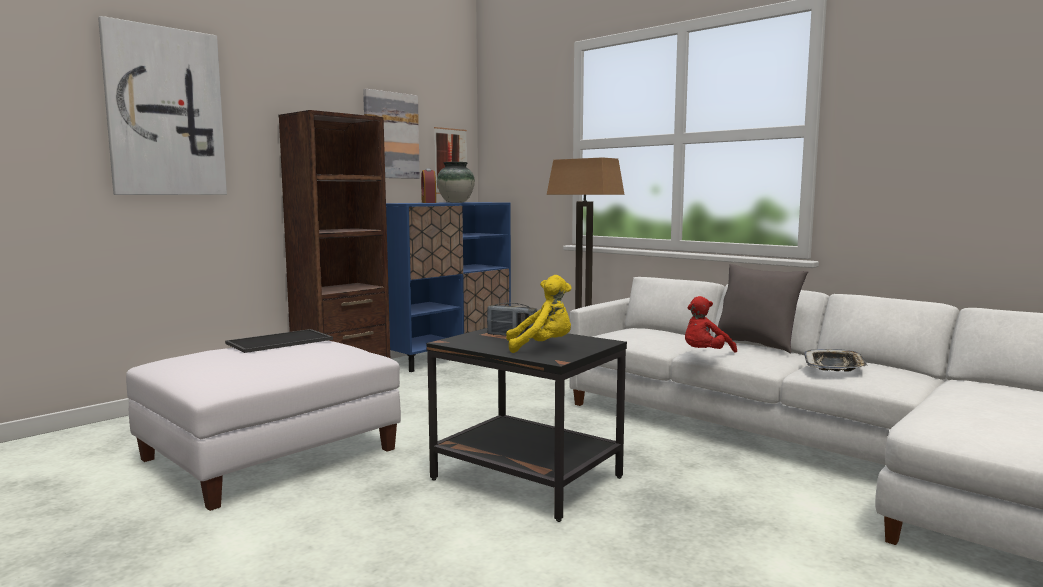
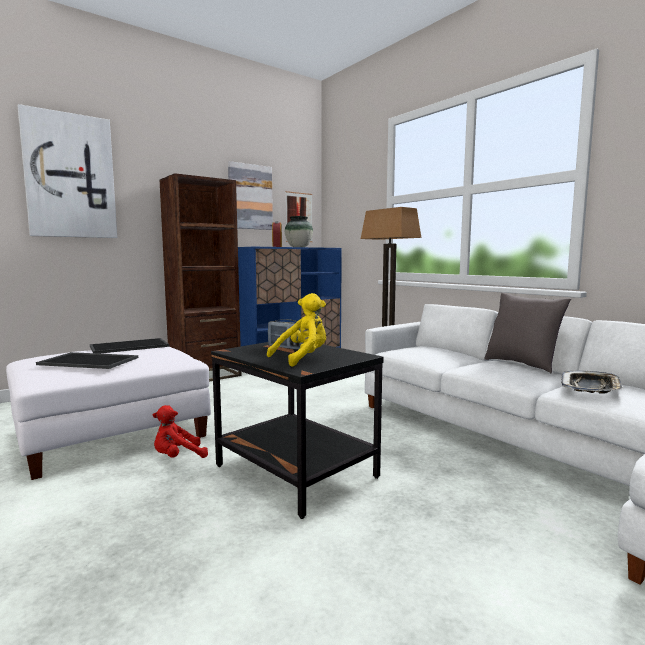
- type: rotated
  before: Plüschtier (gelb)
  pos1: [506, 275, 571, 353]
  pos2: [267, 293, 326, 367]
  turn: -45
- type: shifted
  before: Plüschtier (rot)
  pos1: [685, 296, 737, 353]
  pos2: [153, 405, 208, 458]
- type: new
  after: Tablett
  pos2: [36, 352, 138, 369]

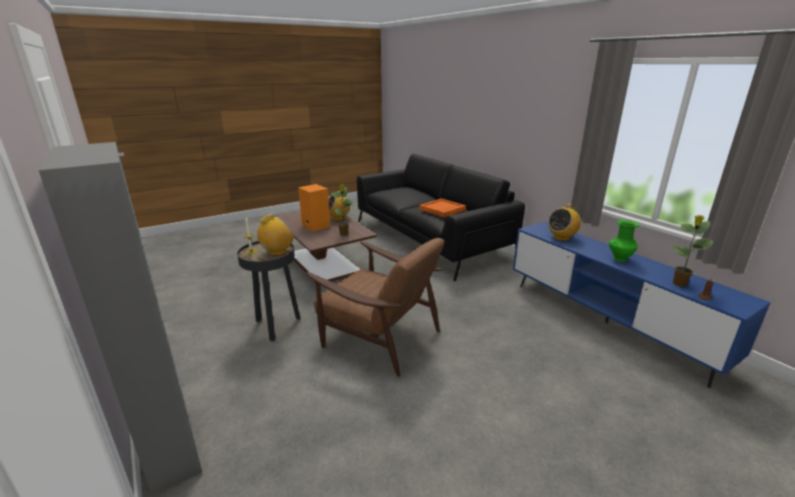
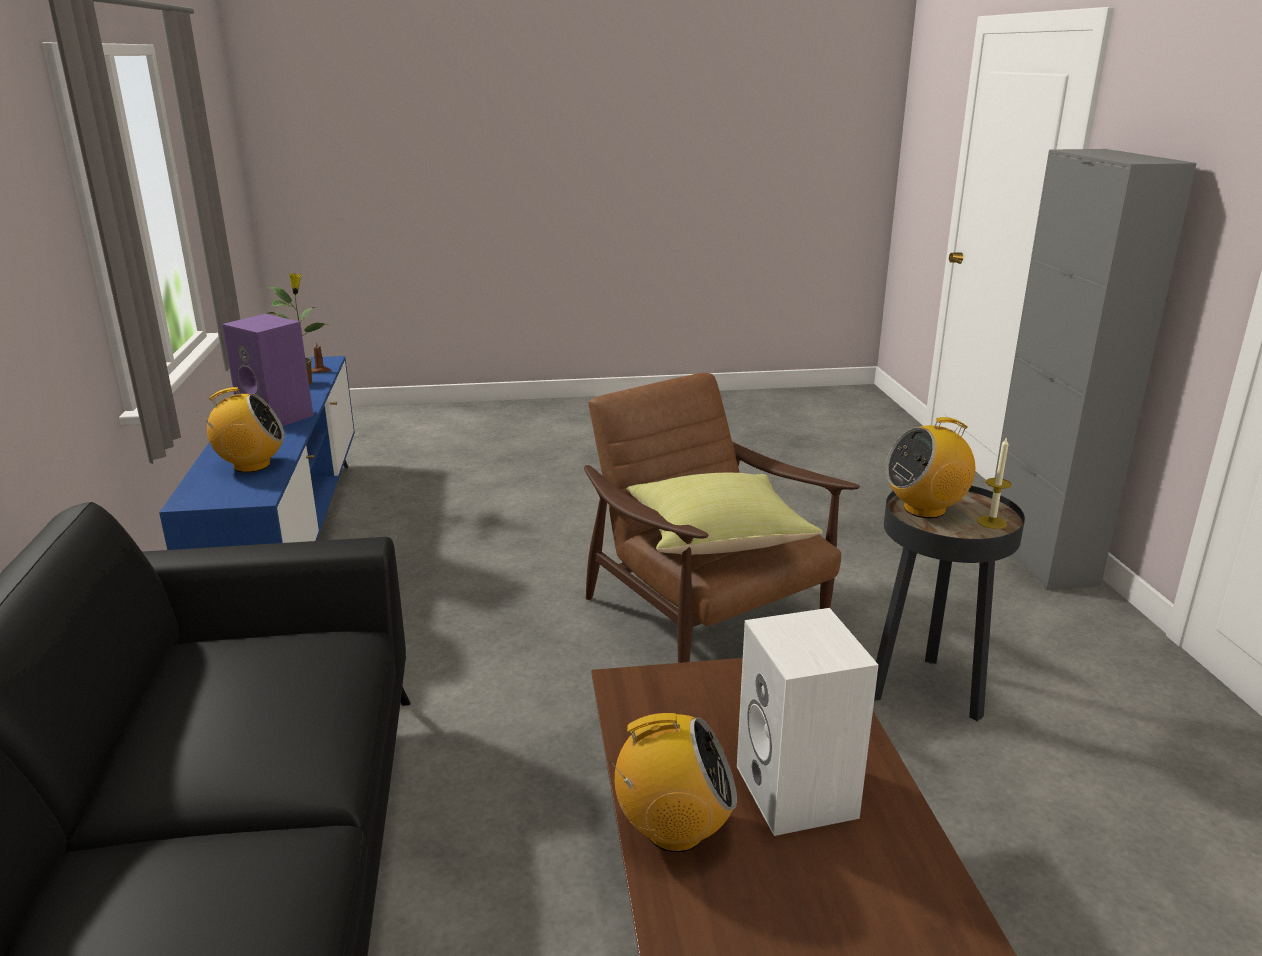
- type: repainted
  before: Lautsprecher (orange)
  after: Lautsprecher (weiß)
  pos1: [298, 184, 330, 231]
  pos2: [737, 608, 879, 836]
- type: gone
  before: Topfpflanze
  pos1: [331, 184, 352, 236]
- type: gone
  before: Tablett (orange)
  pos1: [419, 198, 466, 217]
- type: swapped
  before: Vase (grün)
  after: Lautsprecher (lila)
  pos1: [609, 220, 640, 262]
  pos2: [222, 314, 313, 426]
- type: new
  after: Kissen (gelb)
  pos2: [627, 473, 823, 555]

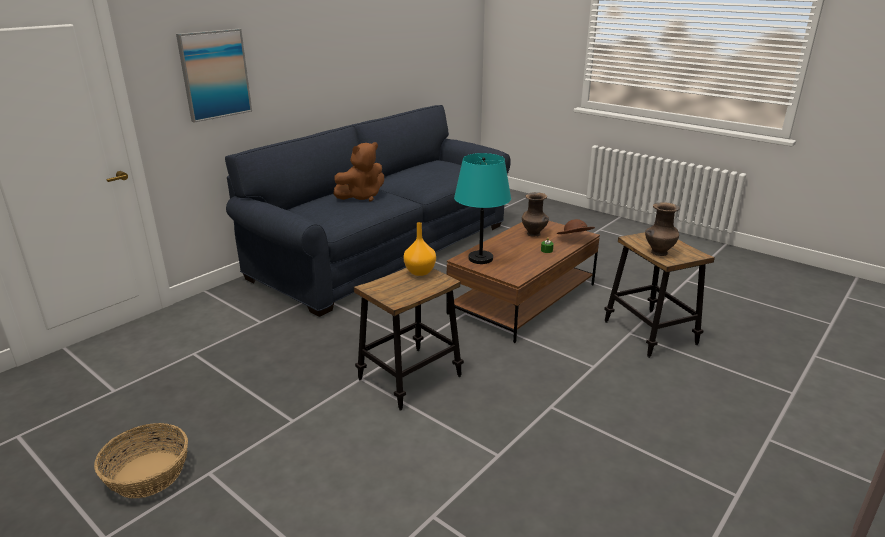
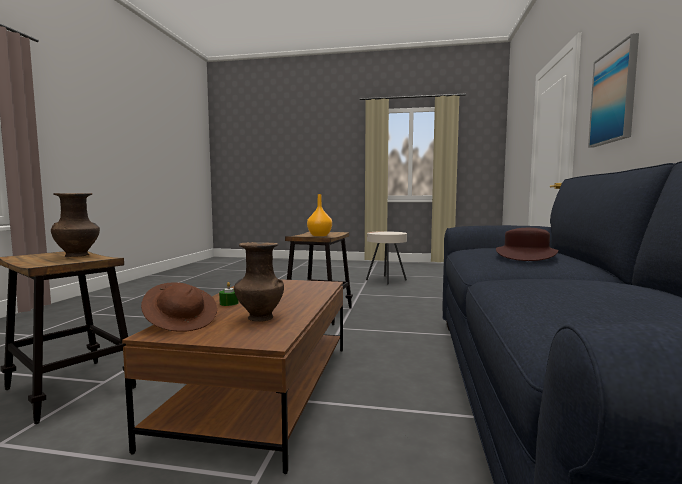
- type: swapped
  before: Plüschtier (braun)
  after: Hut (braun)
  pos1: [333, 142, 384, 202]
  pos2: [496, 228, 558, 261]
- type: gone
  before: Tischlampe (türkis)
  pos1: [454, 153, 511, 264]
- type: swapped
  before: Korb
  after: Beistelltisch (beige)
  pos1: [94, 423, 188, 498]
  pos2: [366, 231, 407, 285]

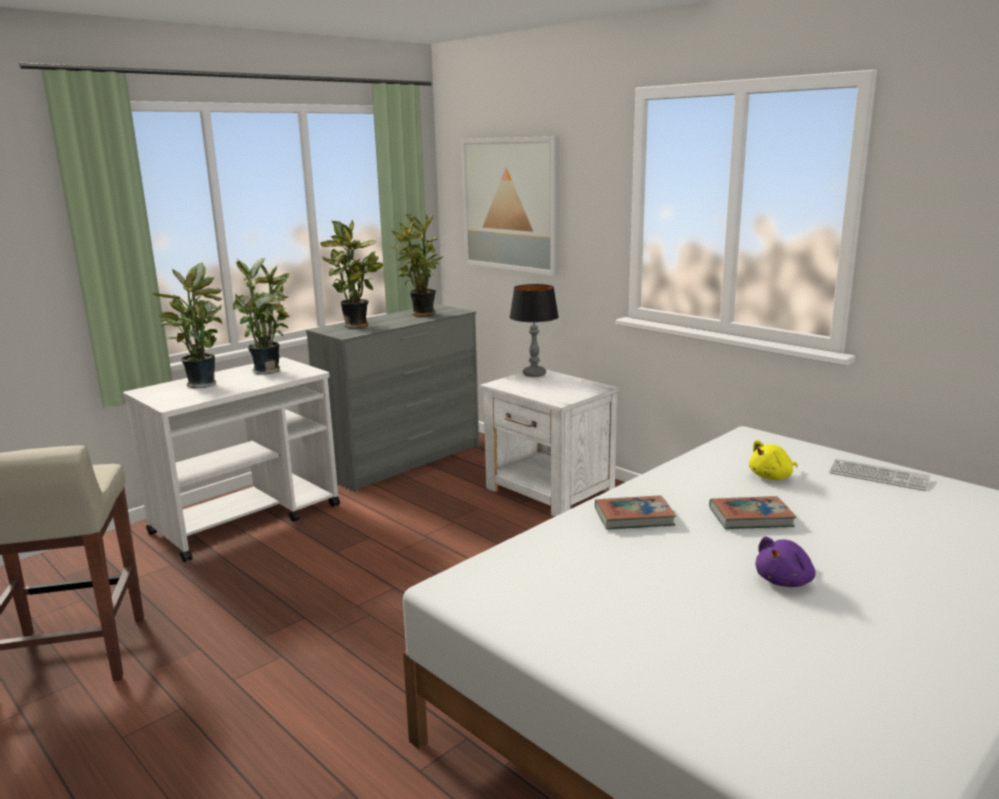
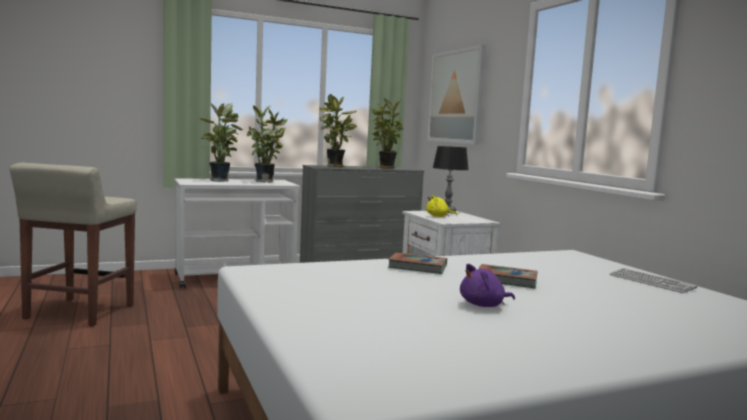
- type: shifted
  before: Plüschtier (gelb)
  pos1: [749, 440, 798, 480]
  pos2: [426, 195, 457, 217]

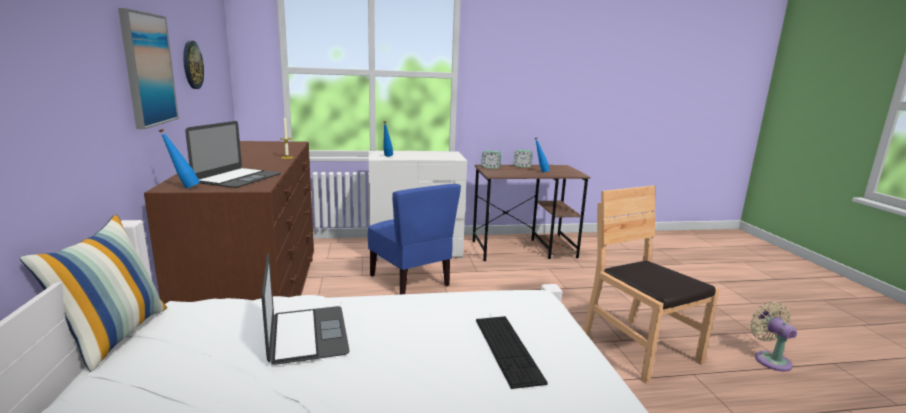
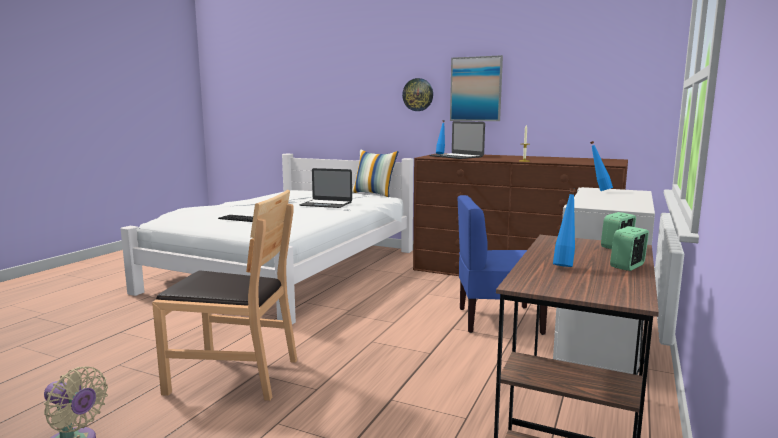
- type: shifted
  before: Wanduhr
  pos1: [183, 41, 204, 89]
  pos2: [402, 78, 433, 111]

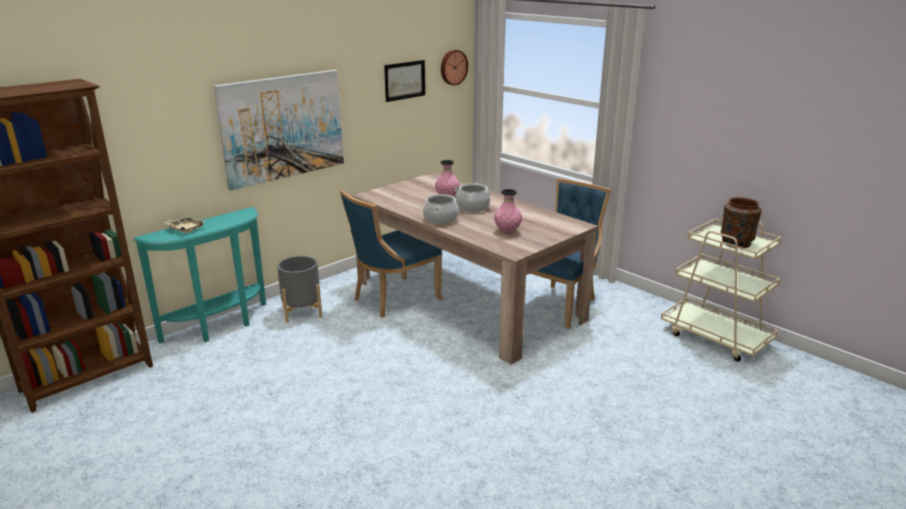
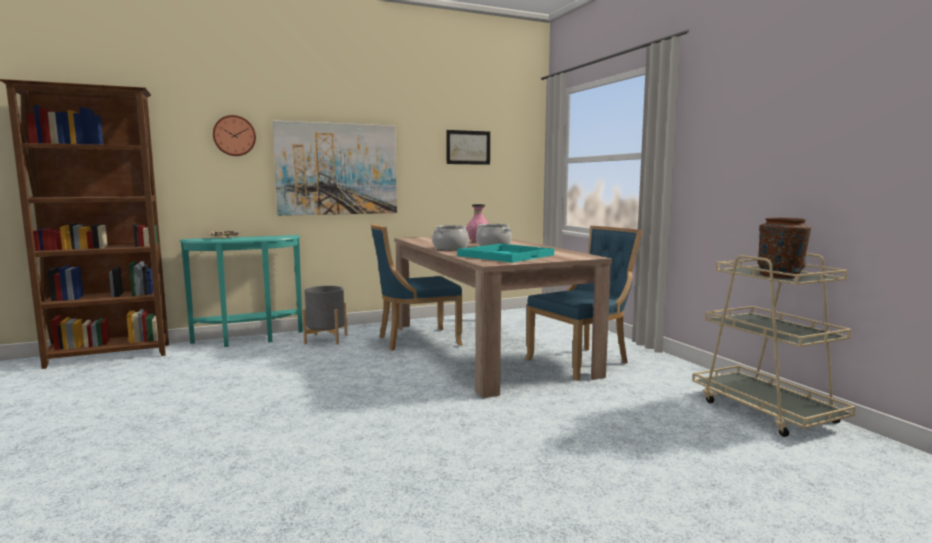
- type: shifted
  before: Wanduhr
  pos1: [441, 50, 468, 85]
  pos2: [213, 115, 256, 156]
- type: swapped
  before: Vase (rosa)
  after: Tablett (türkis)
  pos1: [494, 189, 522, 232]
  pos2: [457, 244, 554, 263]

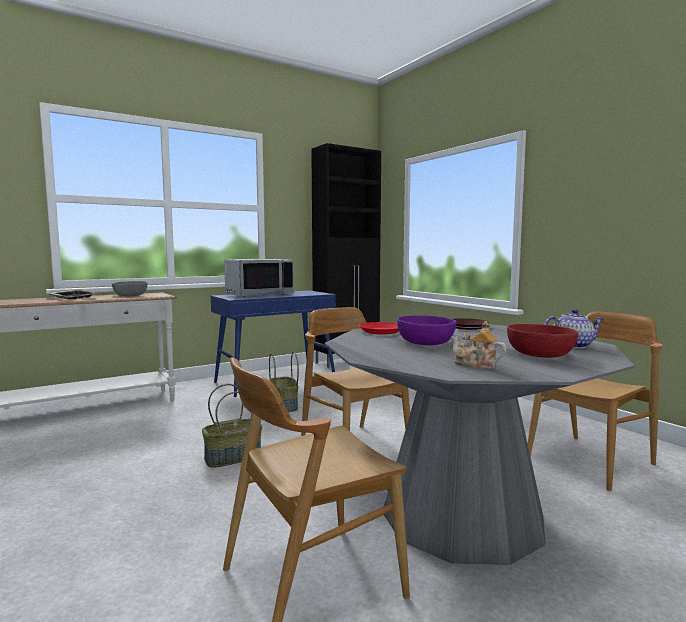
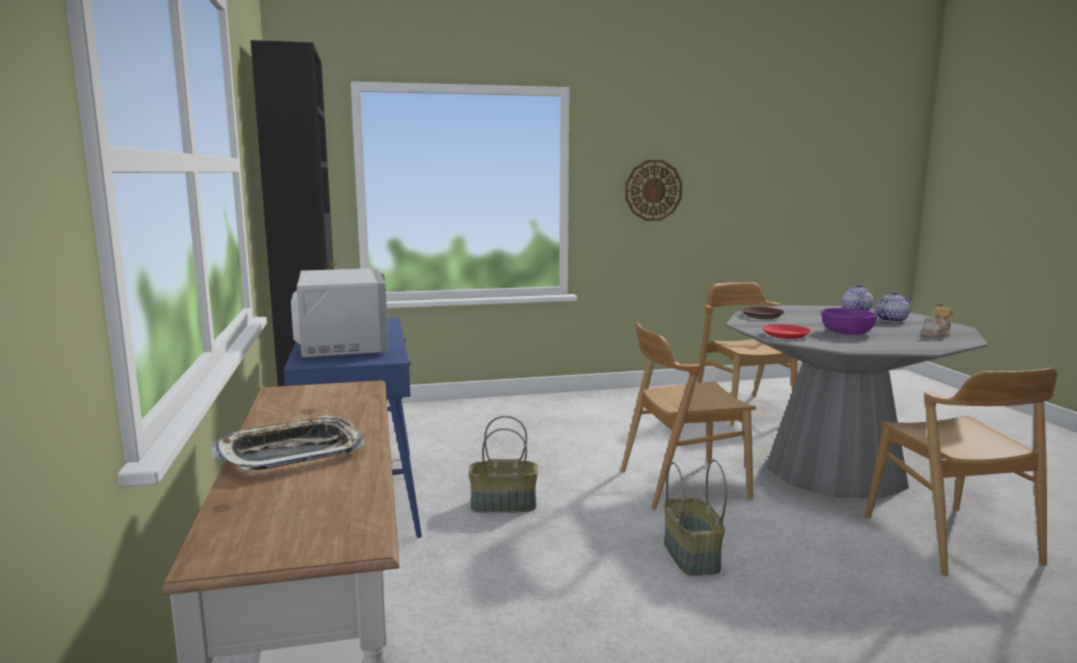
- type: gone
  before: Schüssel (grau)
  pos1: [112, 281, 148, 296]
- type: swapped
  before: Schüssel (rot)
  after: Teekanne
  pos1: [507, 324, 578, 358]
  pos2: [875, 291, 911, 322]
- type: new
  after: Wanduhr
  pos2: [625, 160, 682, 221]

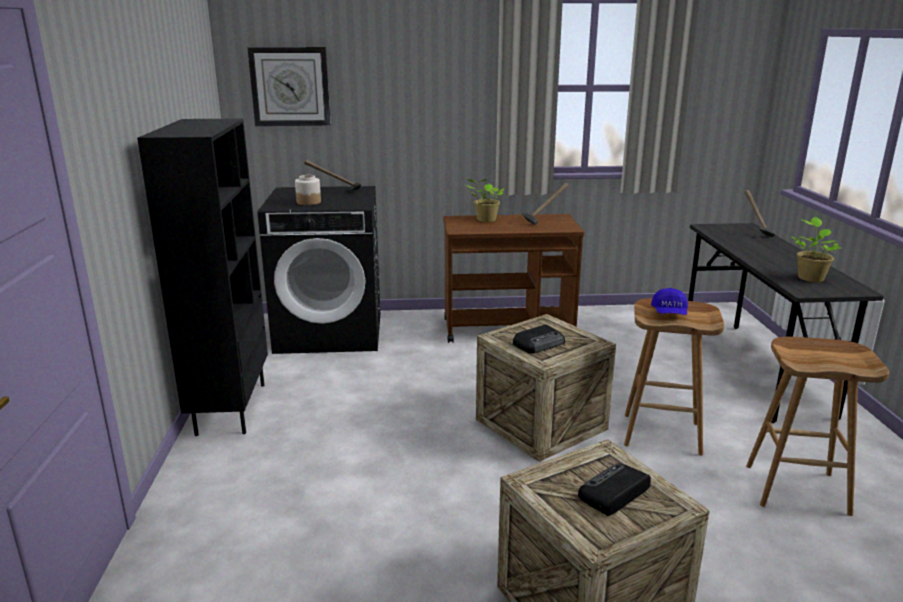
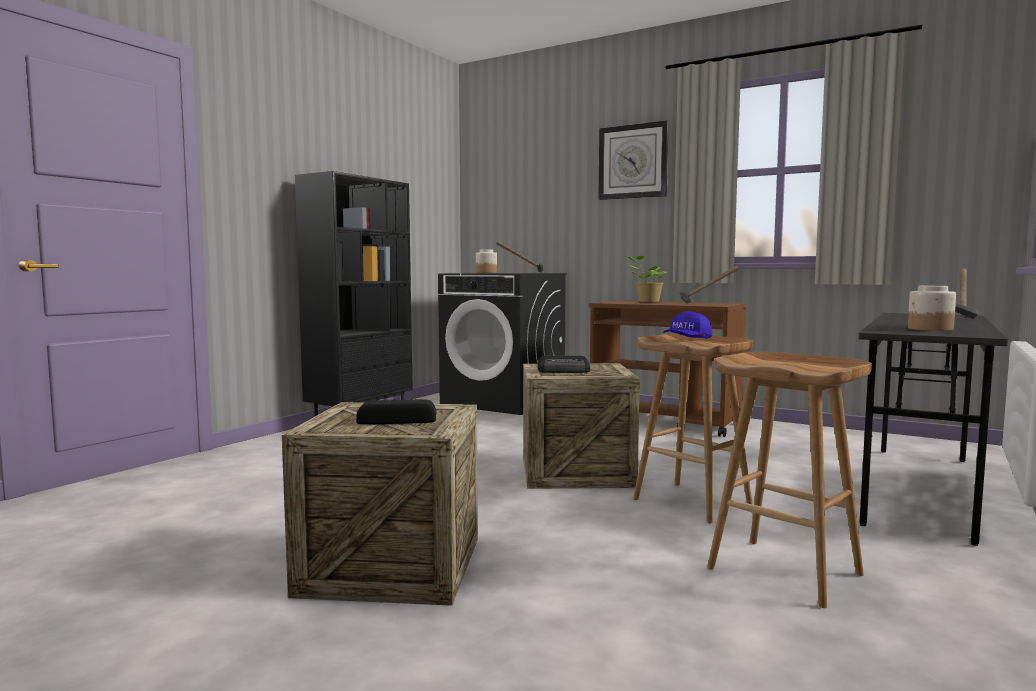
- type: shifted
  before: Wanduhr
  pos1: [248, 47, 331, 126]
  pos2: [598, 120, 669, 200]
- type: swapped
  before: Topfpflanze
  after: Vorratsglas
  pos1: [792, 217, 841, 282]
  pos2: [908, 286, 956, 331]

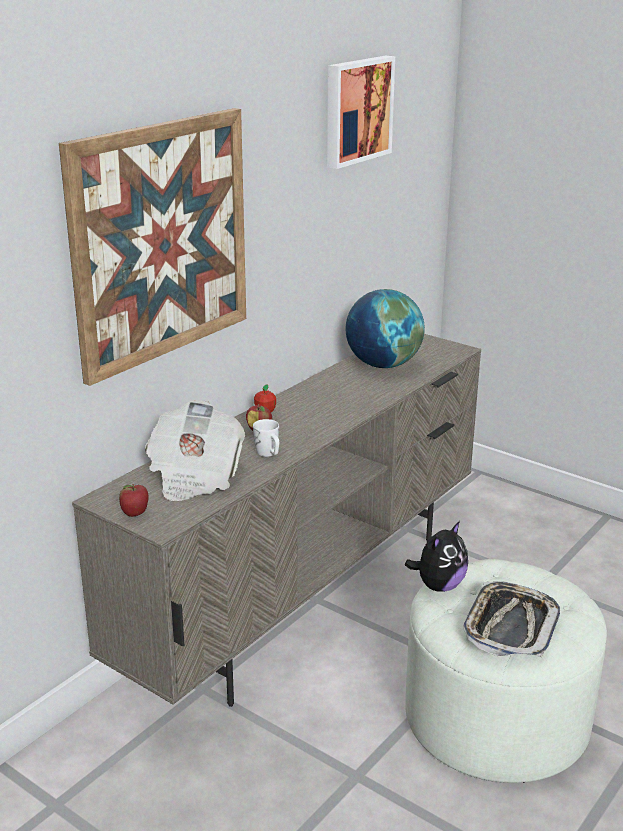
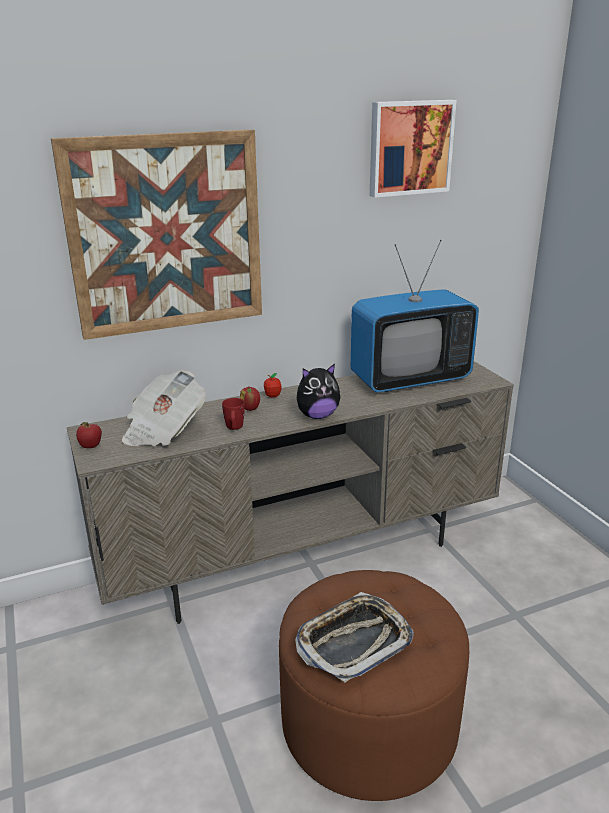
- type: swapped
  before: Globus
  after: Fernseher
  pos1: [346, 289, 425, 368]
  pos2: [351, 240, 479, 392]
- type: repainted
  before: Henkelbecher (weiß)
  after: Henkelbecher (rot)
  pos1: [253, 419, 279, 457]
  pos2: [222, 398, 245, 430]
- type: shifted
  before: Plüschtier
  pos1: [405, 521, 468, 592]
  pos2: [297, 364, 340, 419]
- type: repainted
  before: Polsterhocker (weiß)
  after: Polsterhocker (braun)
  pos1: [405, 559, 607, 783]
  pos2: [279, 570, 469, 801]

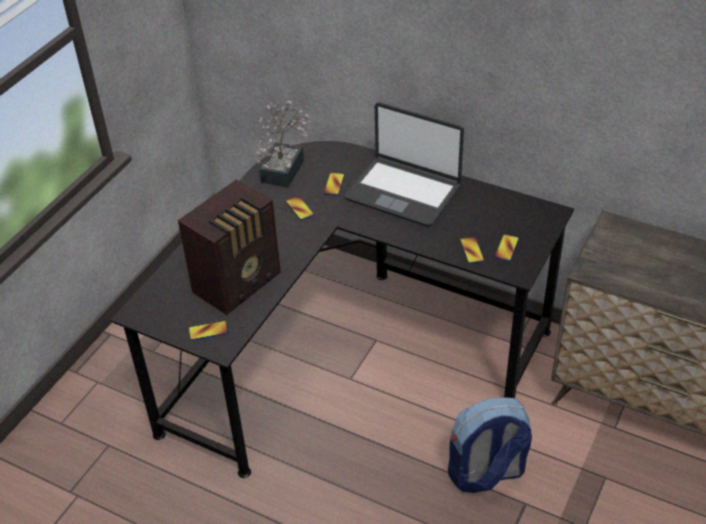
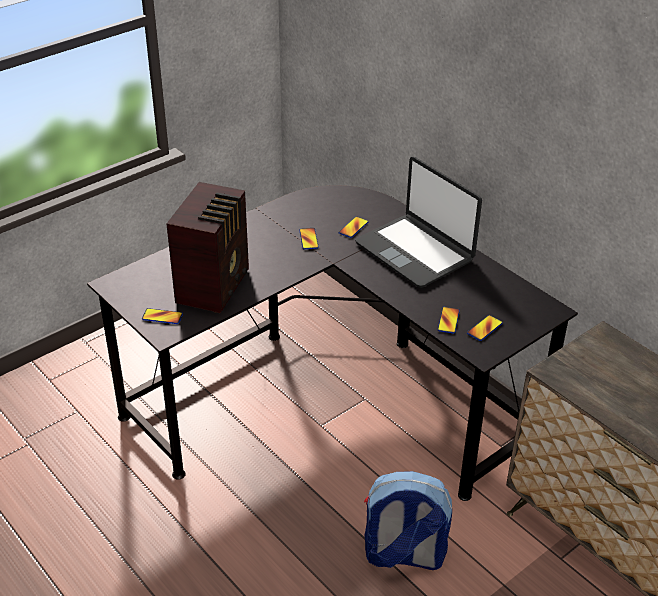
- type: gone
  before: Topfpflanze
  pos1: [256, 100, 311, 188]
- type: rotated
  before: Radio
  pos1: [178, 179, 281, 315]
  pos2: [166, 182, 249, 313]
  turn: -45

